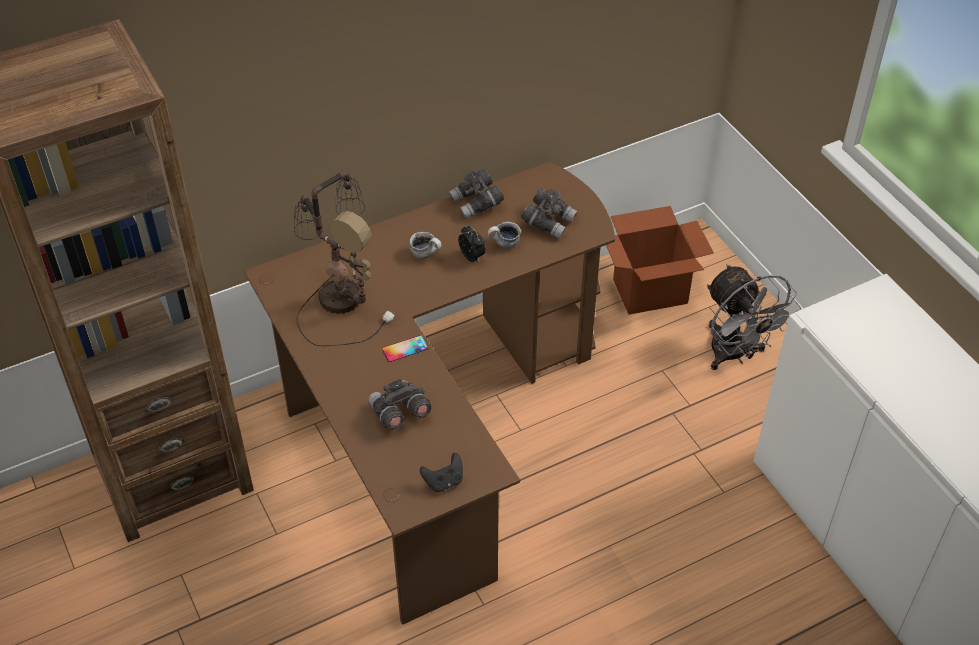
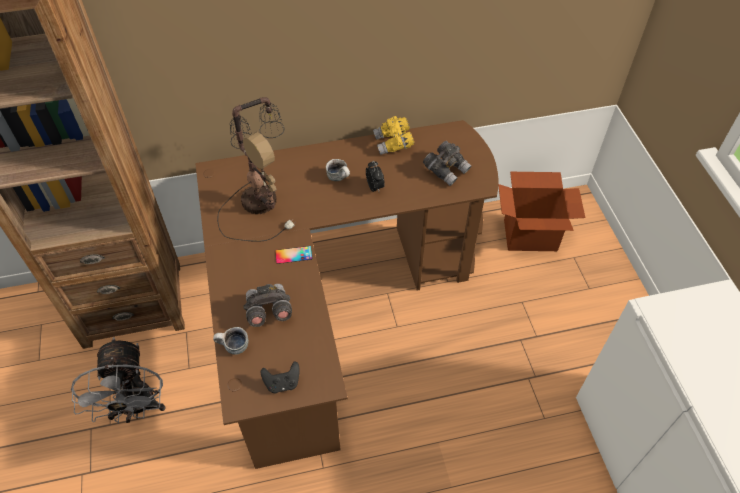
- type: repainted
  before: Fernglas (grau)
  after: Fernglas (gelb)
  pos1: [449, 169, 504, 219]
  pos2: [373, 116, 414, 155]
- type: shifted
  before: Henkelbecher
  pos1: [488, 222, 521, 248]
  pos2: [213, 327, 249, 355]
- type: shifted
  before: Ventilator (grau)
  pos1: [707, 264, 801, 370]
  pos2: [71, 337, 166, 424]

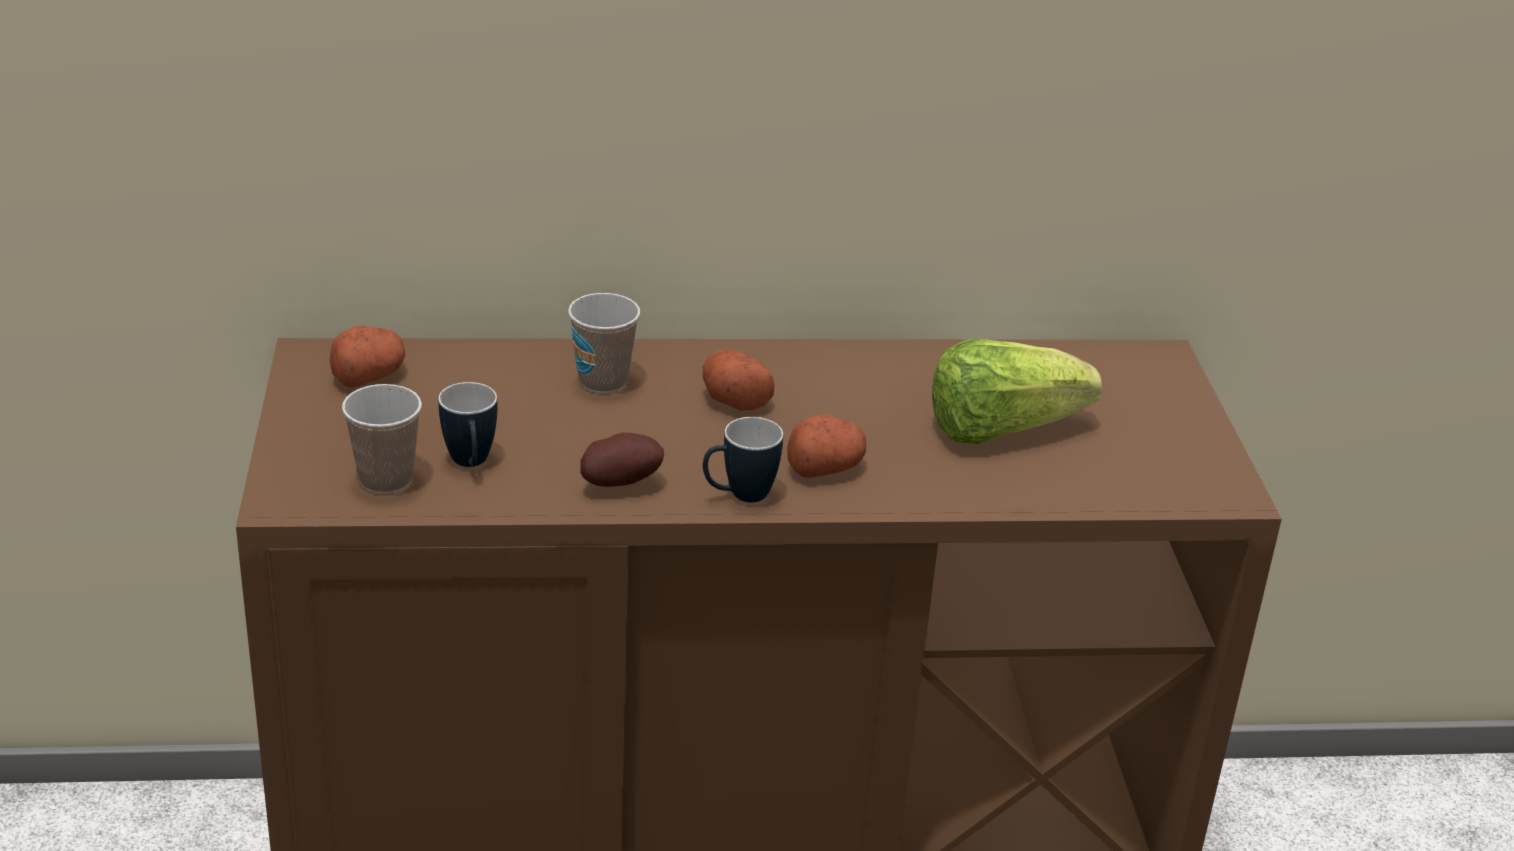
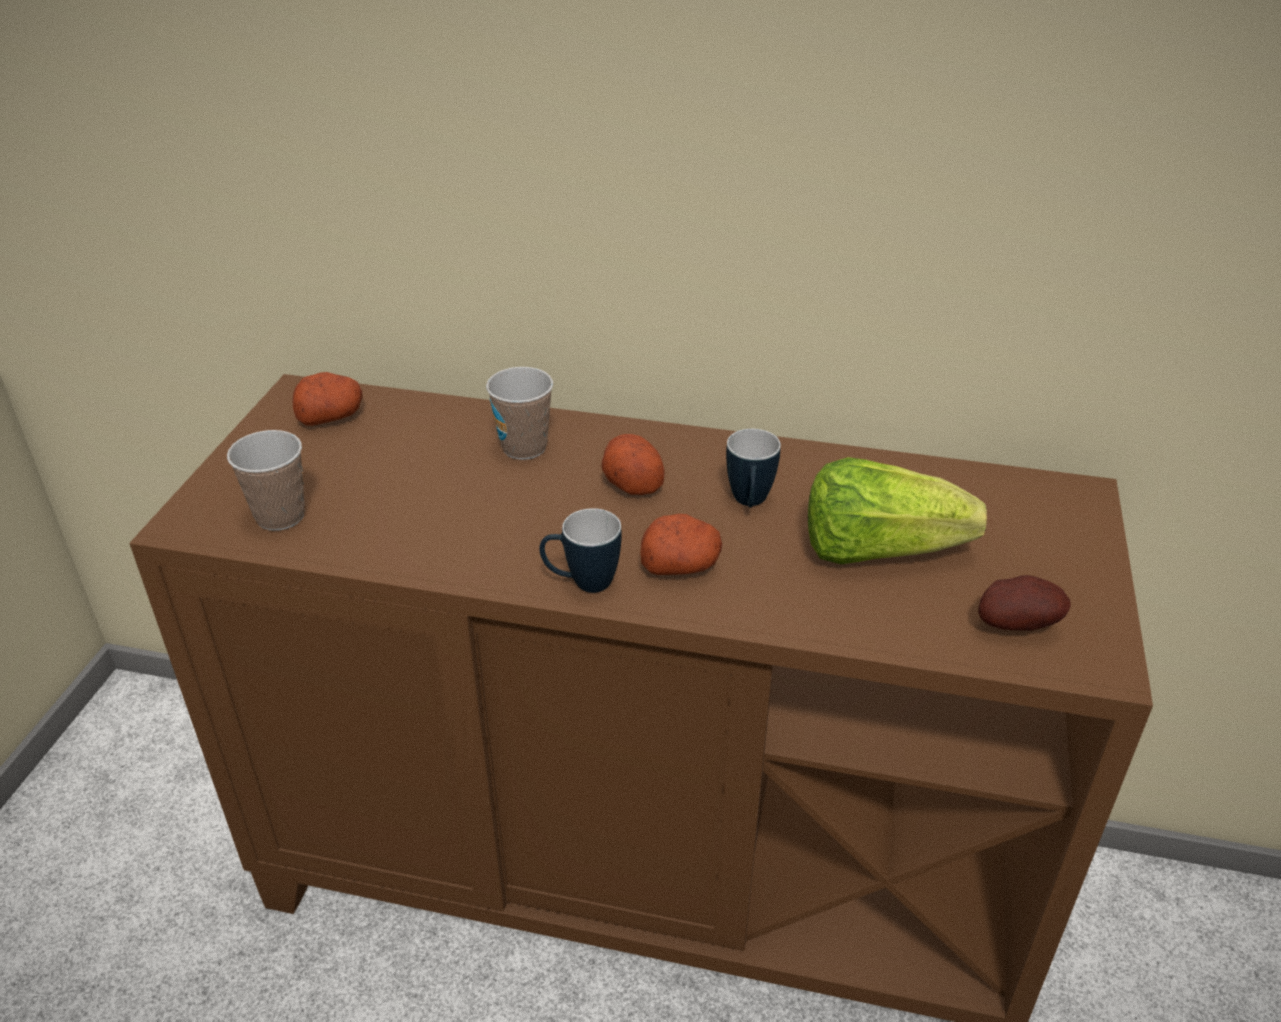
- type: shifted
  before: Henkelbecher
  pos1: [439, 382, 498, 467]
  pos2: [726, 429, 781, 508]
- type: shifted
  before: Kartoffel
  pos1: [580, 433, 664, 487]
  pos2: [978, 575, 1071, 631]

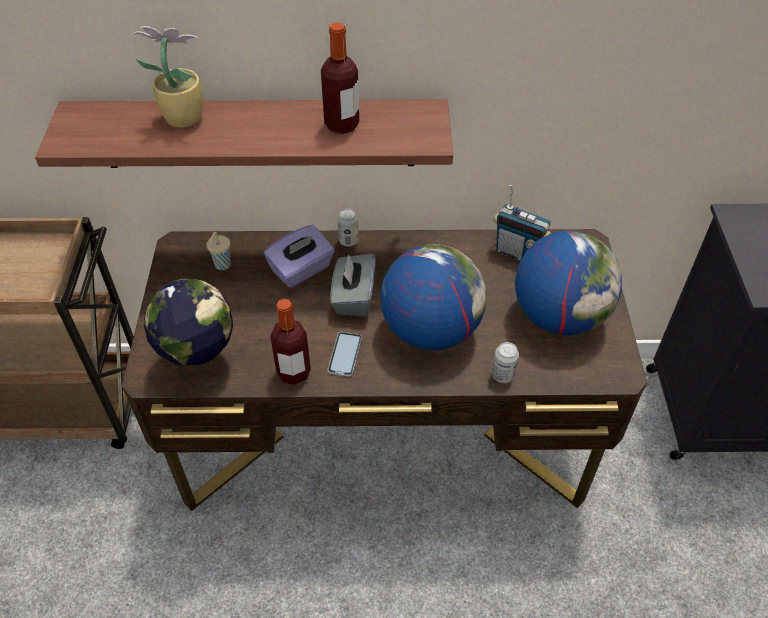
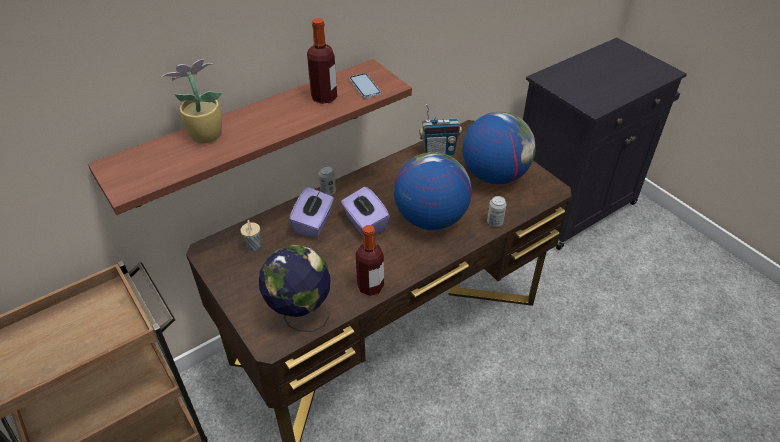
- type: repainted
  before: Taschentuchbox (grau)
  after: Taschentuchbox (lila)
  pos1: [330, 254, 376, 317]
  pos2: [341, 187, 390, 236]
- type: shifted
  before: Handy
  pos1: [328, 332, 362, 376]
  pos2: [349, 73, 381, 98]

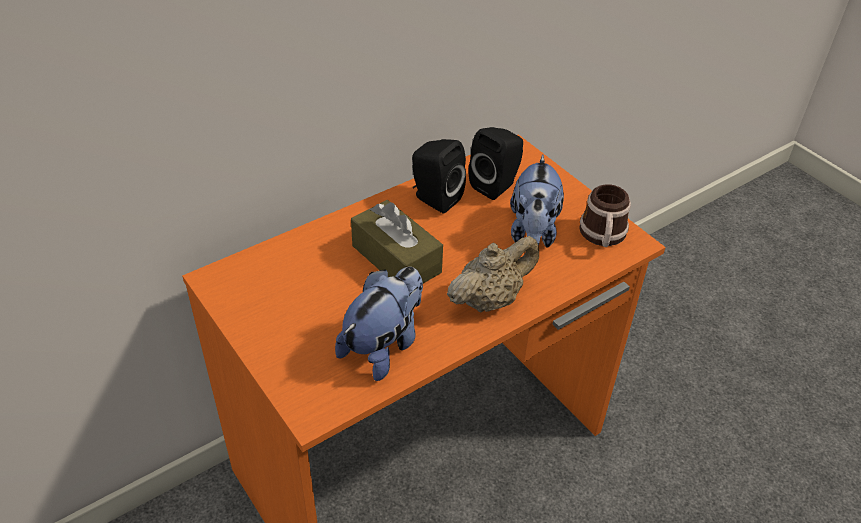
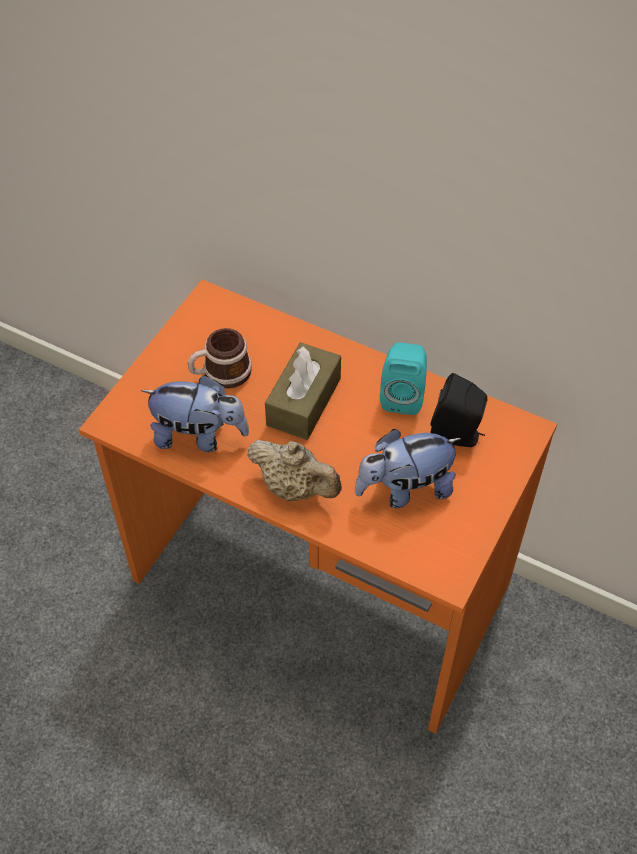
- type: repainted
  before: Lautsprecher (schwarz)
  after: Lautsprecher (türkis)
  pos1: [412, 139, 466, 213]
  pos2: [380, 342, 427, 415]
- type: shifted
  before: Henkelbecher
  pos1: [579, 184, 631, 247]
  pos2: [188, 328, 252, 389]

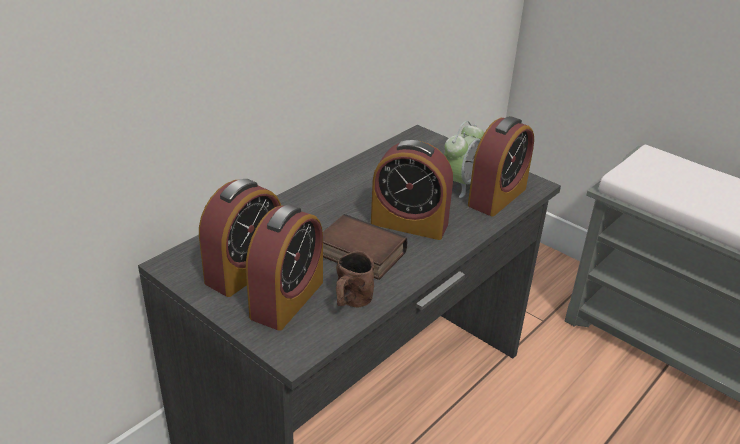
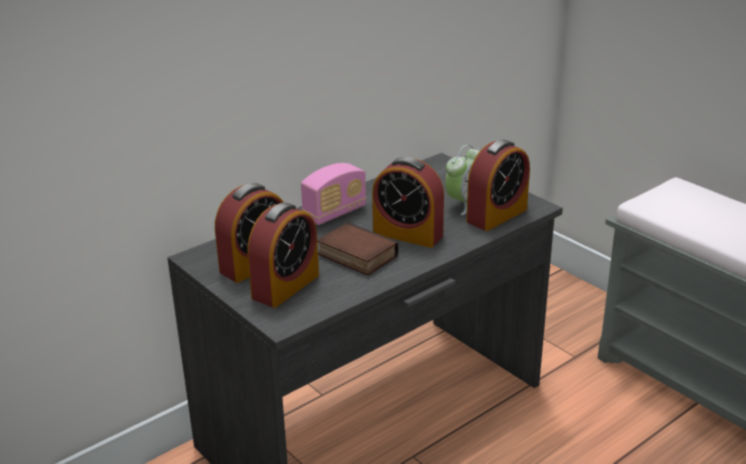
- type: gone
  before: Henkelbecher (braun)
  pos1: [336, 250, 374, 307]
- type: new
  after: Radio
  pos2: [301, 163, 366, 225]

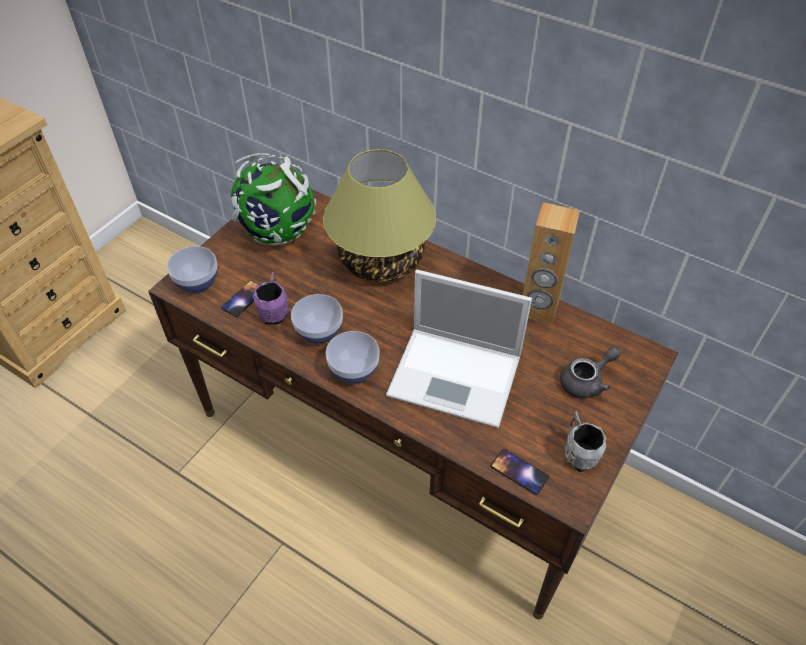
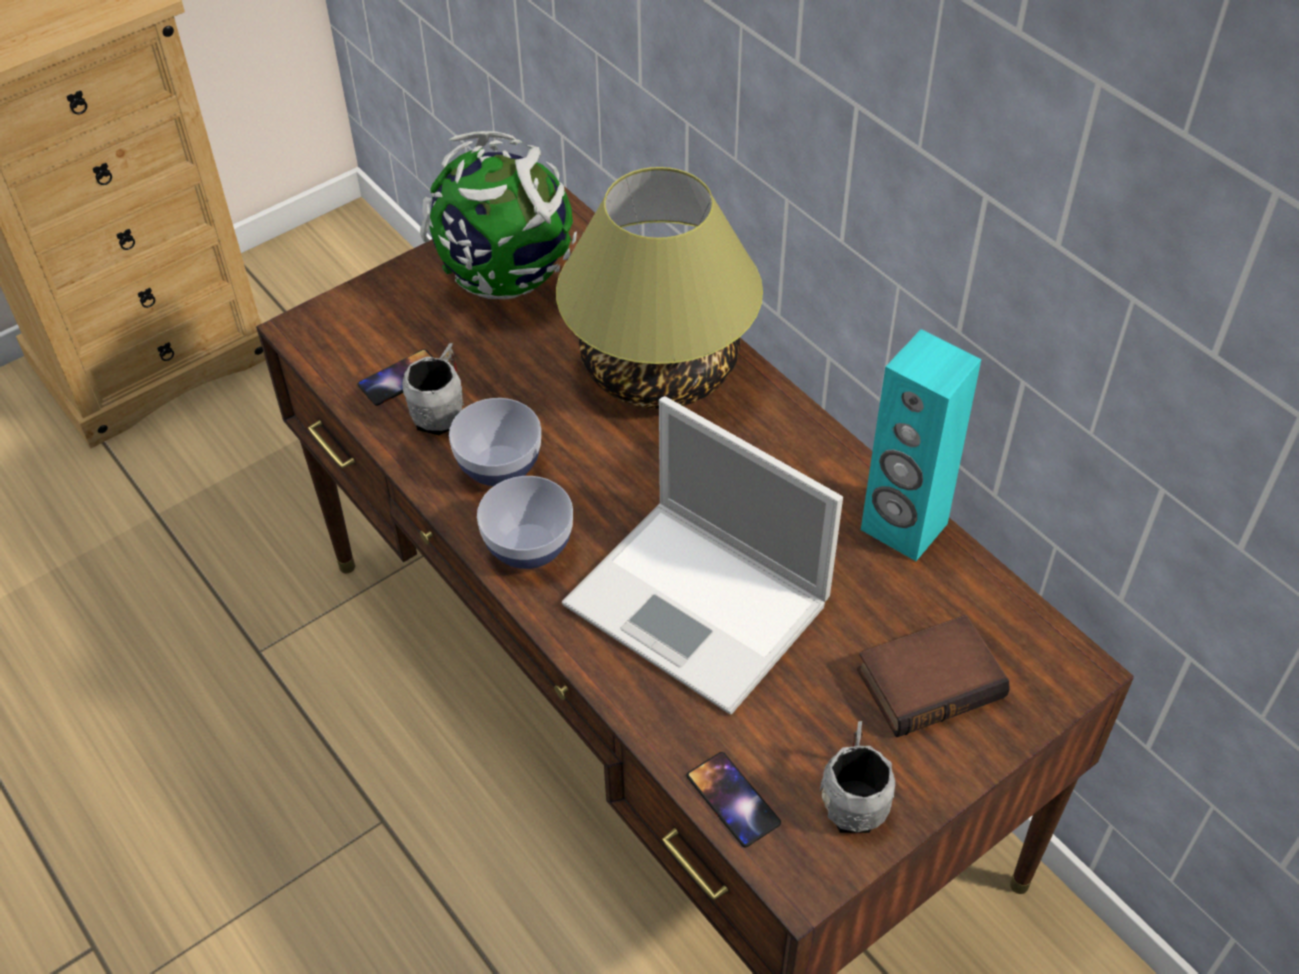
- type: repainted
  before: Lautsprecher (braun)
  after: Lautsprecher (türkis)
  pos1: [523, 202, 580, 325]
  pos2: [861, 329, 981, 561]
- type: gone
  before: Schüssel
  pos1: [167, 246, 217, 293]
- type: repainted
  before: Henkelbecher (lila)
  after: Henkelbecher (grau)
  pos1: [253, 272, 289, 325]
  pos2: [402, 343, 464, 435]
- type: swapped
  before: Teekanne (grau)
  after: Buch
  pos1: [560, 347, 621, 399]
  pos2: [857, 615, 1010, 738]

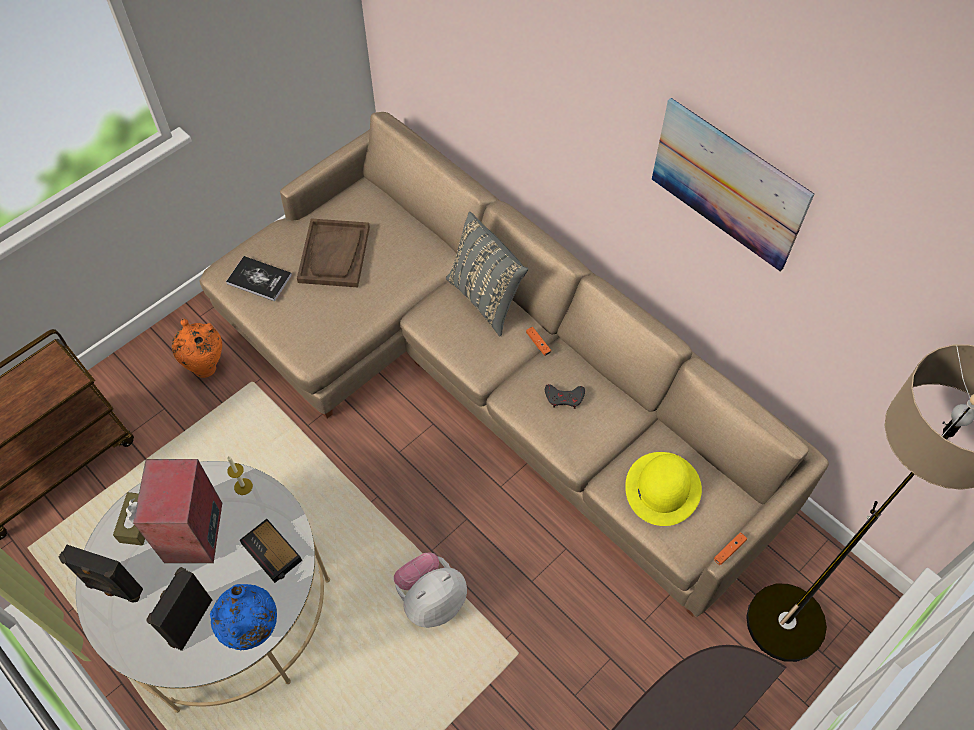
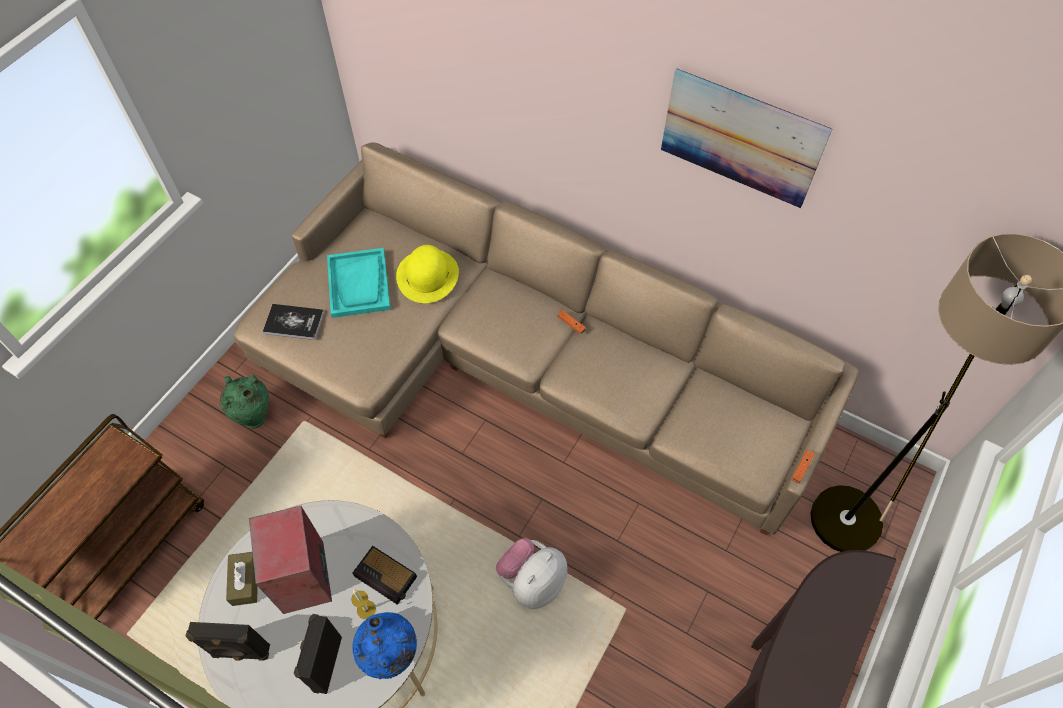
- type: gone
  before: Kissen (grau)
  pos1: [446, 212, 528, 337]
- type: repainted
  before: Tablett (braun)
  after: Tablett (türkis)
  pos1: [297, 218, 370, 287]
  pos2: [327, 248, 391, 318]
- type: repainted
  before: Vase (orange)
  after: Vase (grün)
  pos1: [172, 319, 222, 378]
  pos2: [220, 375, 269, 429]
- type: gone
  before: Gamepad (grau)
  pos1: [545, 384, 585, 409]
- type: shifted
  before: Hut (gelb)
  pos1: [625, 452, 702, 526]
  pos2: [396, 245, 459, 303]
- type: shifted
  before: Kerze
  pos1: [227, 456, 253, 495]
  pos2: [351, 588, 376, 619]

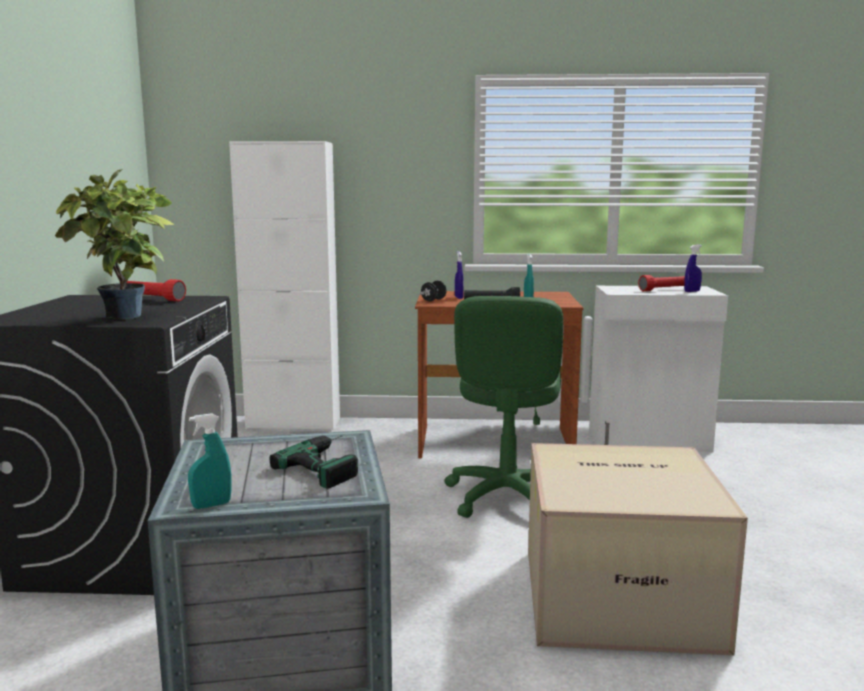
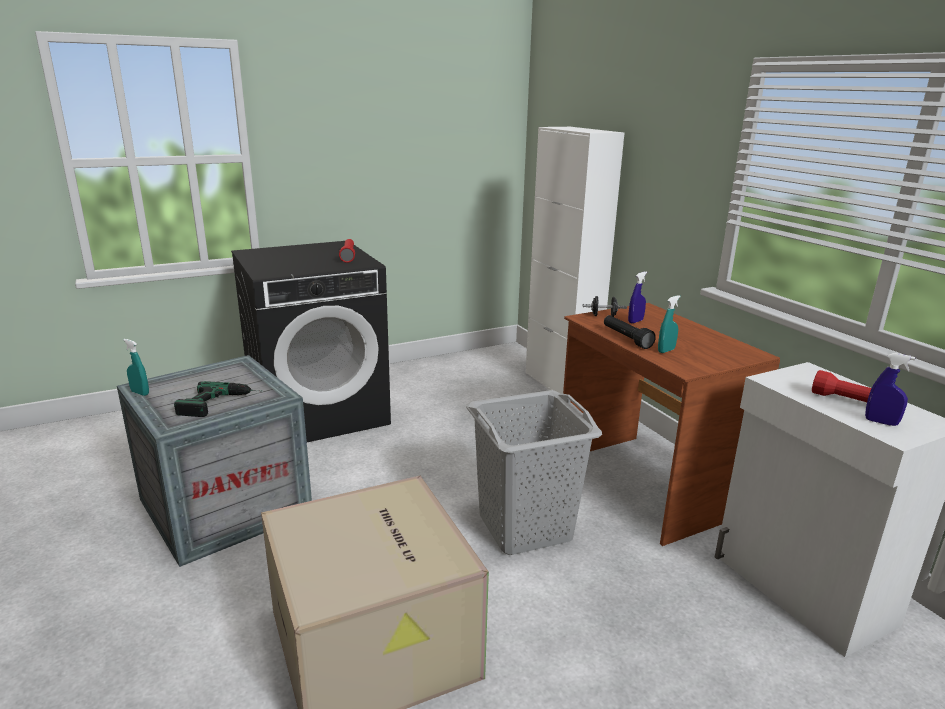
- type: gone
  before: Topfpflanze
  pos1: [55, 169, 175, 320]
- type: swapped
  before: Bürostuhl (grün)
  after: Wäschekorb (grau)
  pos1: [444, 296, 563, 518]
  pos2: [466, 390, 602, 555]

